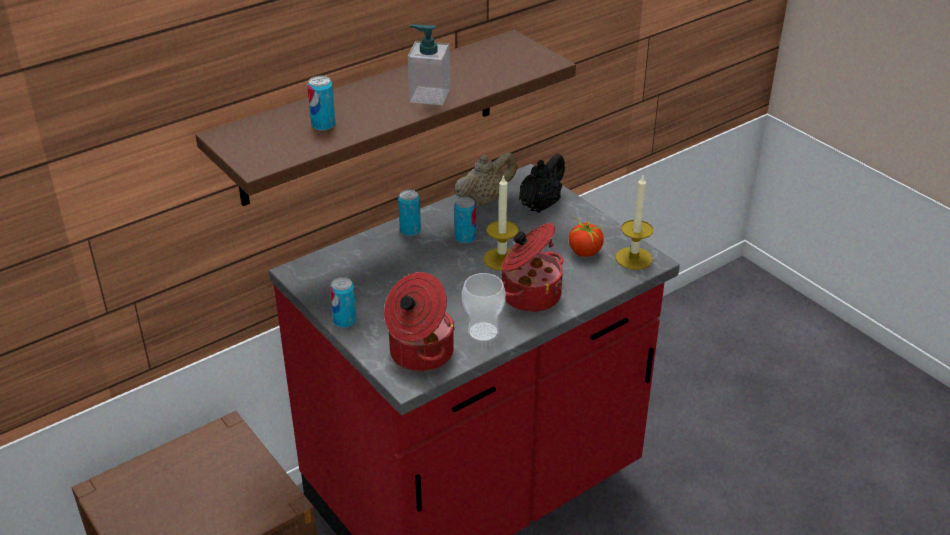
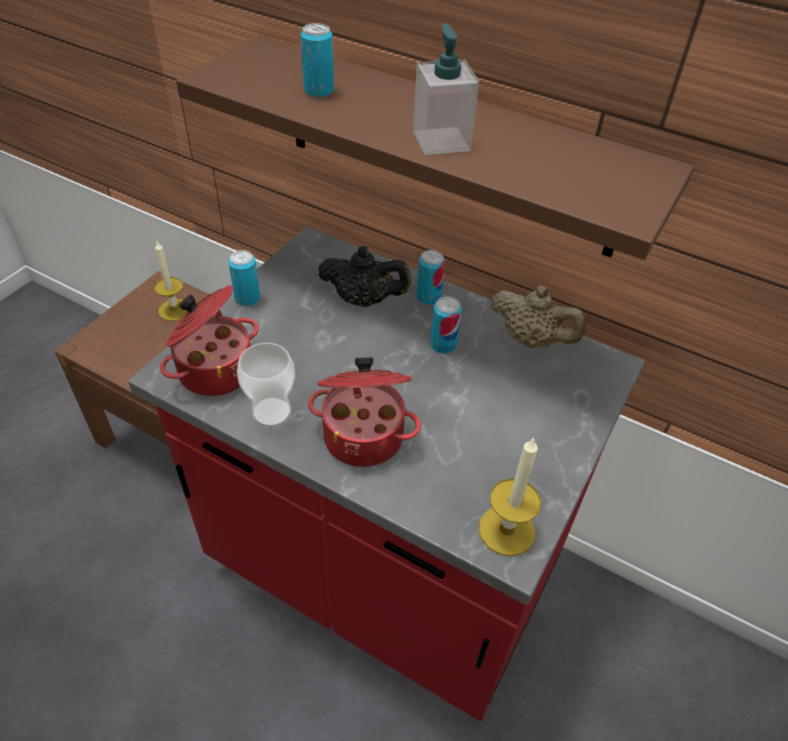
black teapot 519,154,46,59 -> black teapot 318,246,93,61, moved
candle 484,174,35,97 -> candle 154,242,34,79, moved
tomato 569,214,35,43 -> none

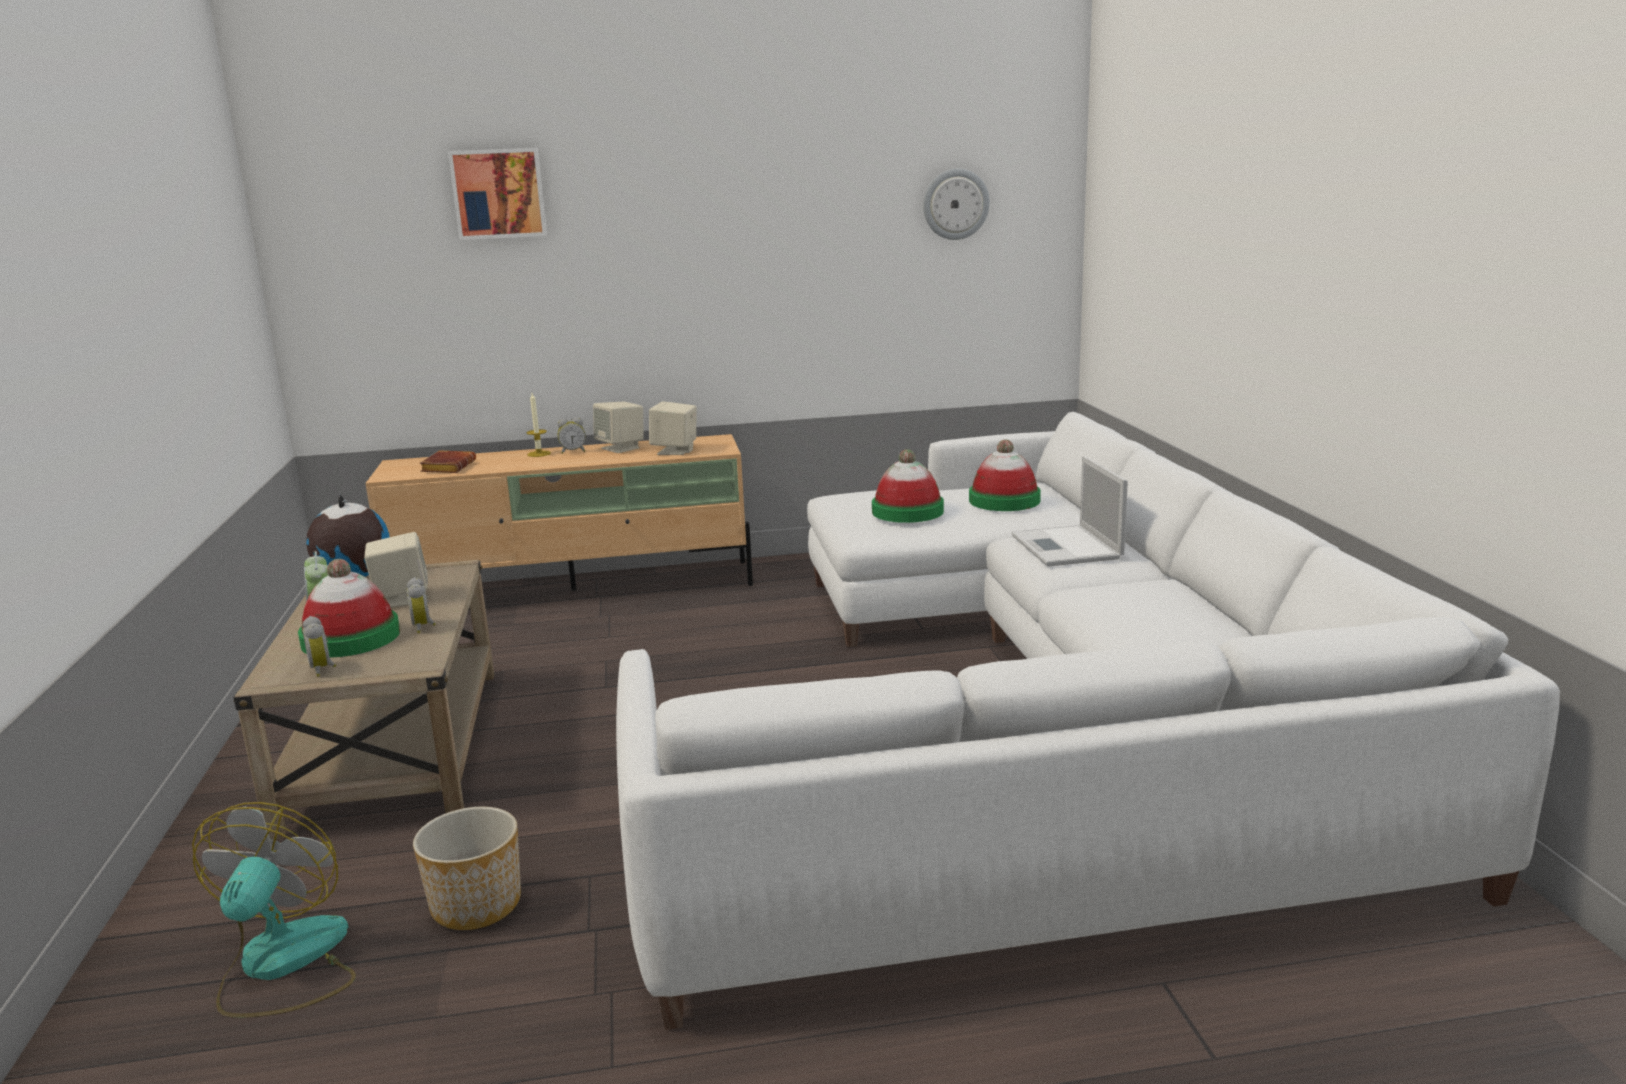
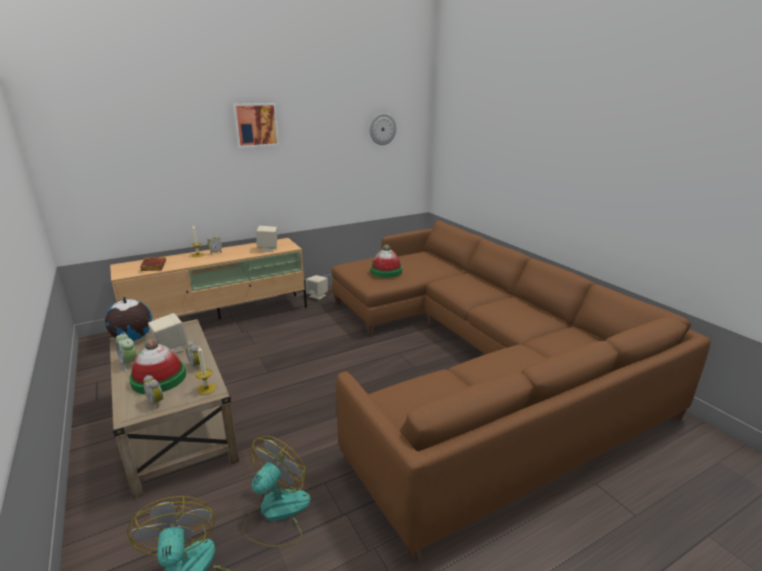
picture 448,148,99,92 -> picture 233,103,46,45, moved
beige speaker 593,402,51,51 -> beige speaker 306,275,22,24, moved
white sofa 616,412,944,618 -> brown sofa 332,220,379,343
hat 969,439,72,72 -> none
laptop 1011,456,117,111 -> none
planter 413,807,108,123 -> fan 243,436,68,111
none -> candle 195,346,21,49

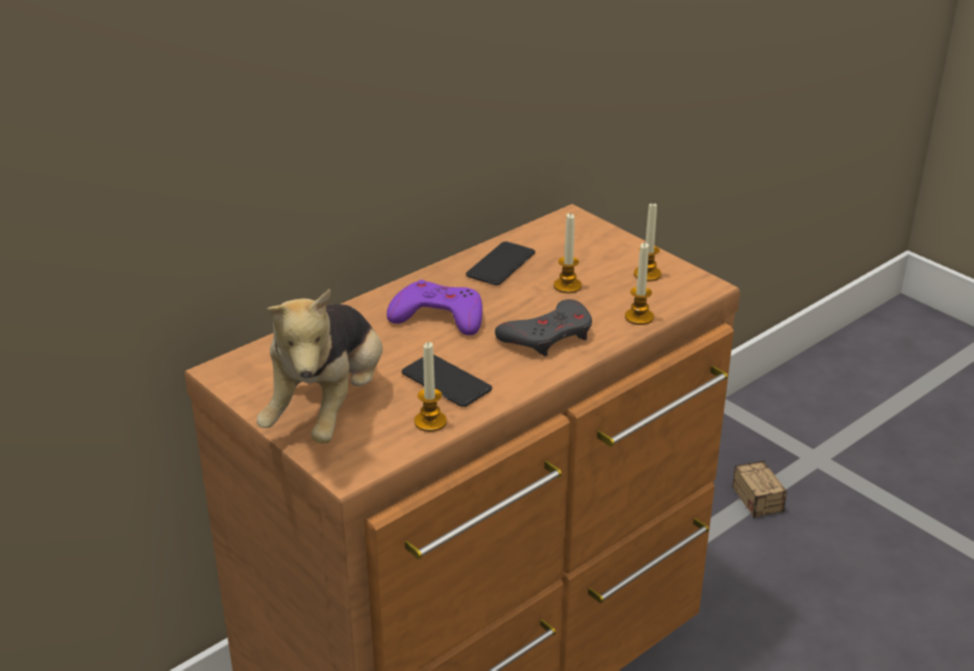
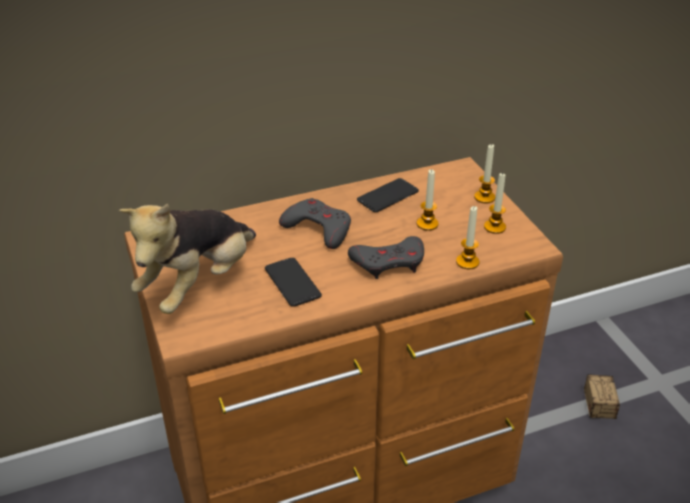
purple game controller 387,280,96,55 -> grey game controller 279,198,72,51
candle 414,342,33,90 -> candle 474,144,21,59, moved

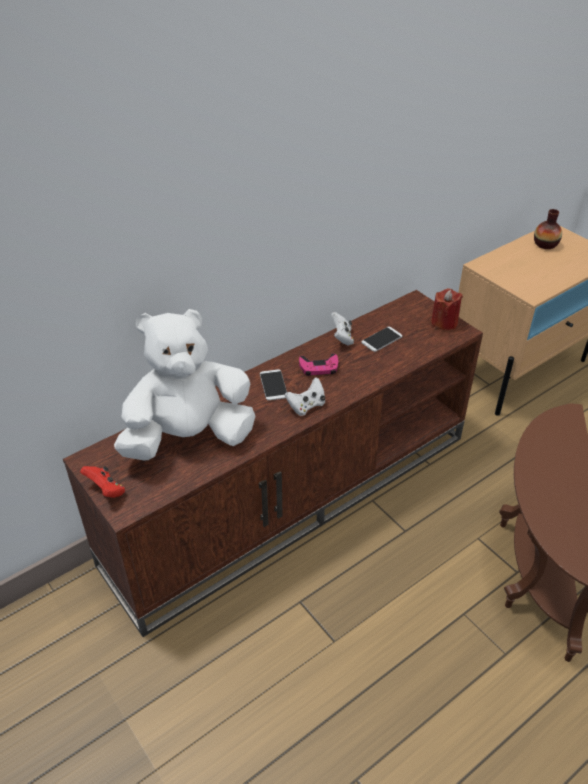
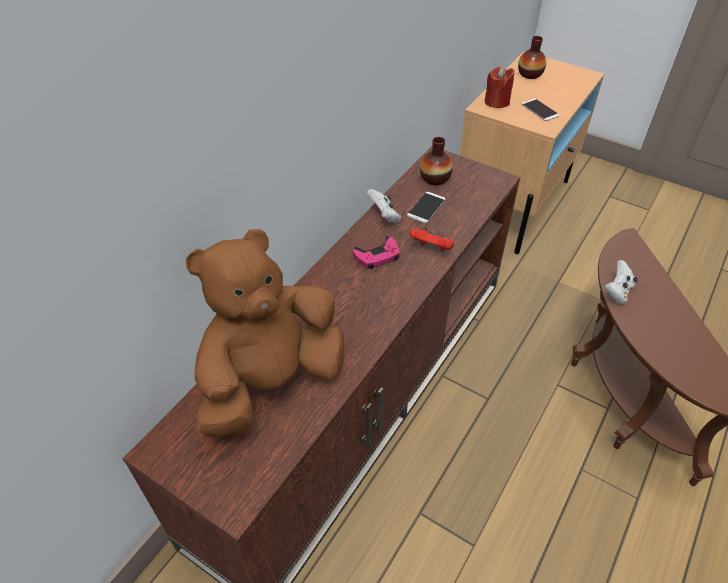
red candle 431,288,32,42 -> red candle 485,66,29,42, moved
white plush toy 114,309,141,152 -> brown plush toy 186,229,158,208
phone 260,369,27,32 -> phone 521,98,38,23, moved
white game controller 285,377,40,39 -> white game controller 605,260,33,44, moved
red game controller 80,466,45,32 -> red game controller 409,227,45,25, moved
none -> vase 420,137,33,48

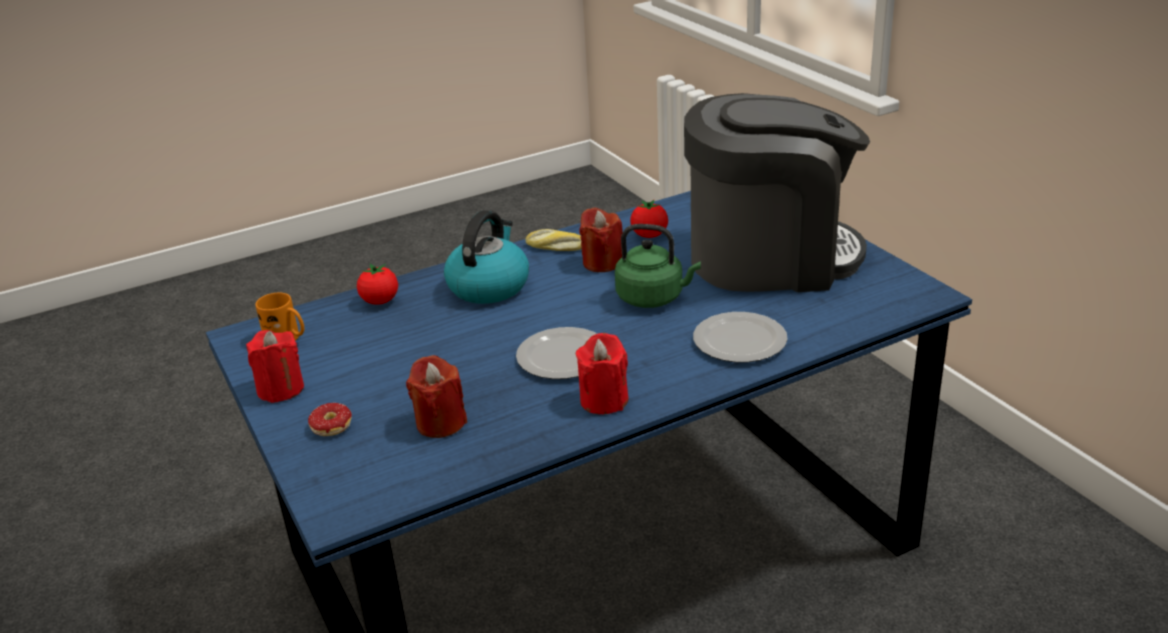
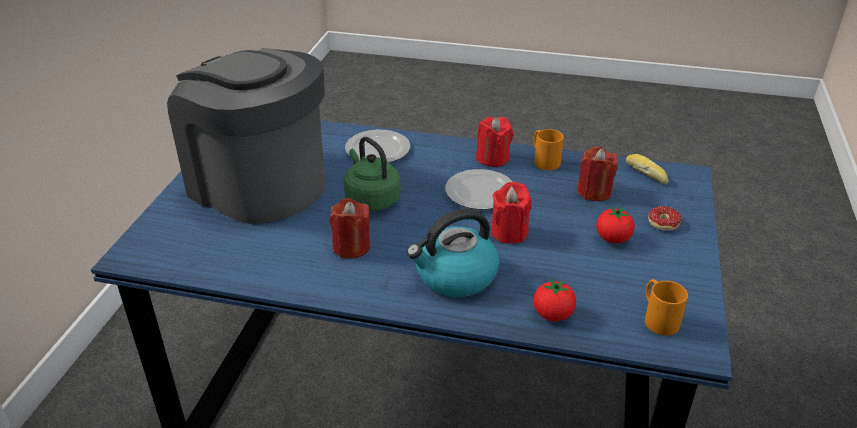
tomato 630,200,38,38 -> tomato 596,206,39,38, moved
bread 525,229,57,22 -> bread 626,154,43,31, moved
red candle 246,330,58,73 -> red candle 491,182,41,62, moved
none -> orange mug 534,129,30,41

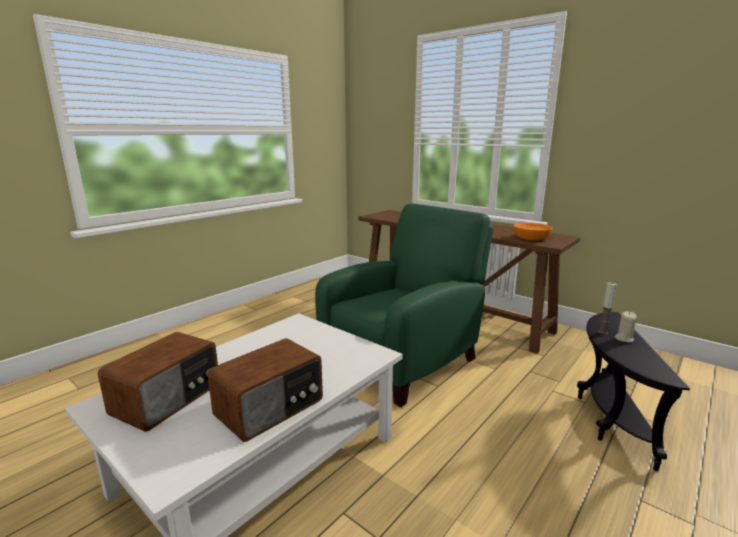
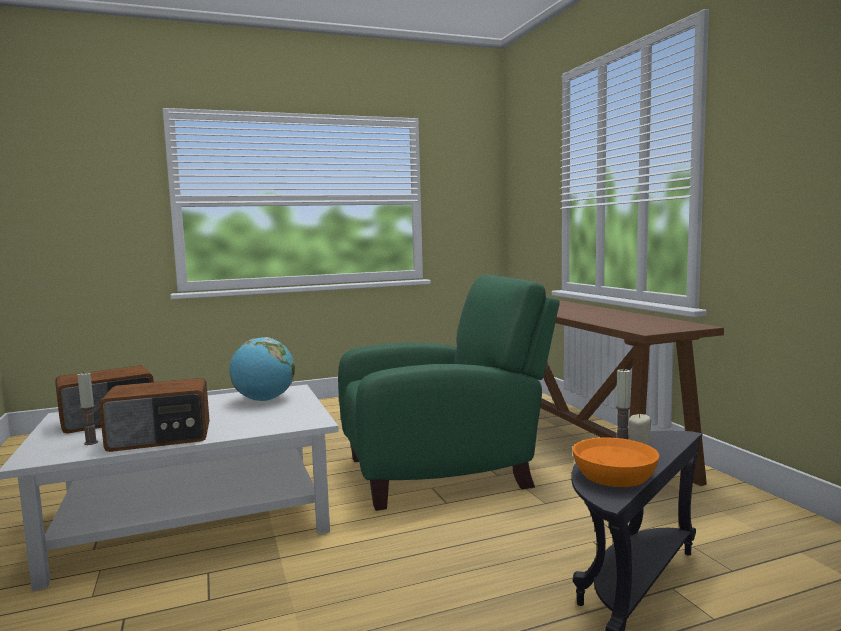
orange bowl 514,223,39,17 -> orange bowl 572,437,87,50, moved
none -> globe 230,337,65,64
none -> candle 77,373,21,72

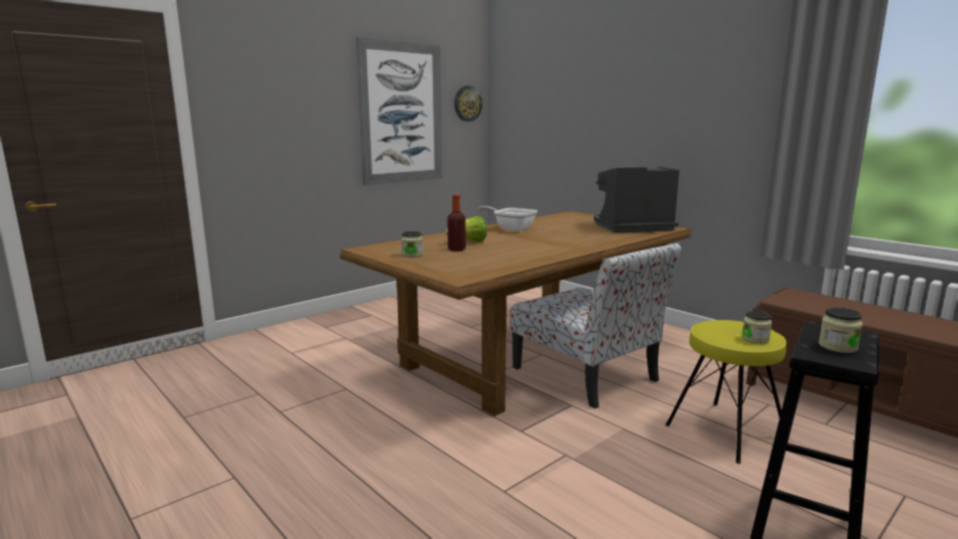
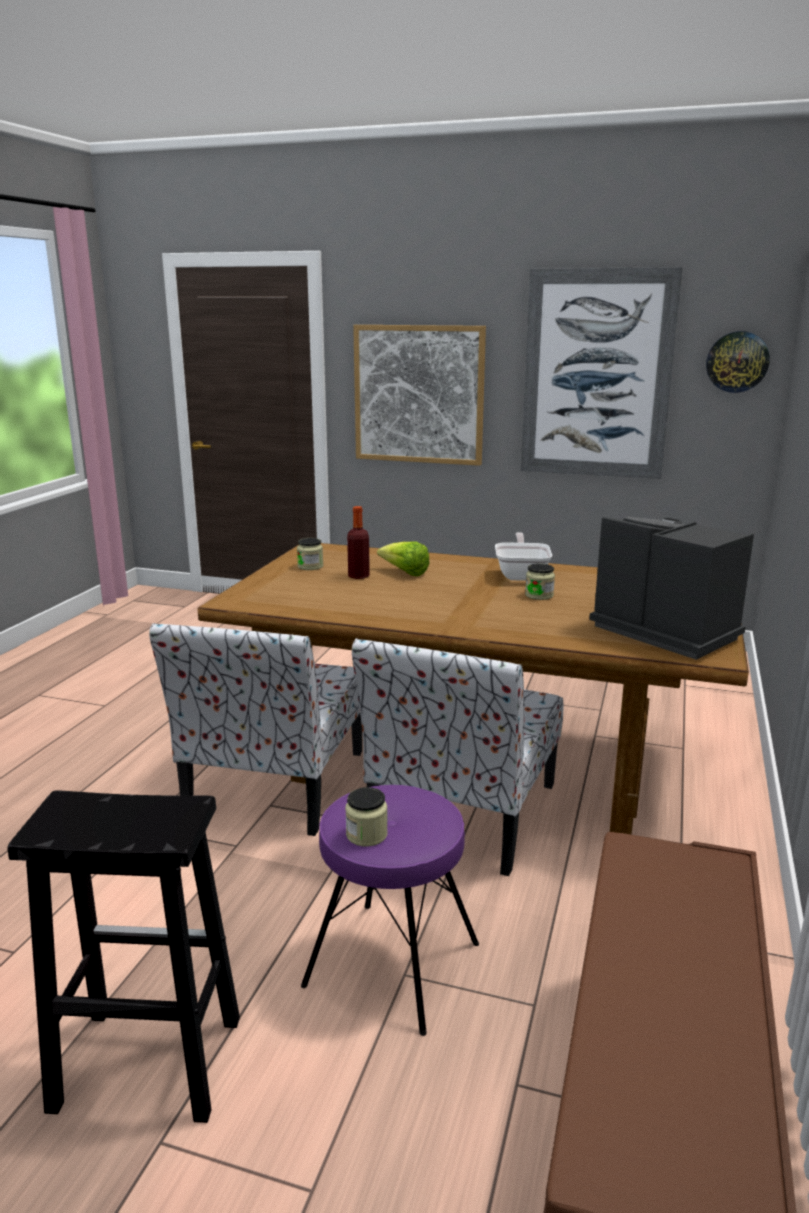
jar 818,307,45,46 -> jar 525,563,30,37, moved
yellow stool 666,320,121,144 -> purple stool 301,785,178,251
none -> picture 353,325,133,141
none -> chair 149,623,213,213

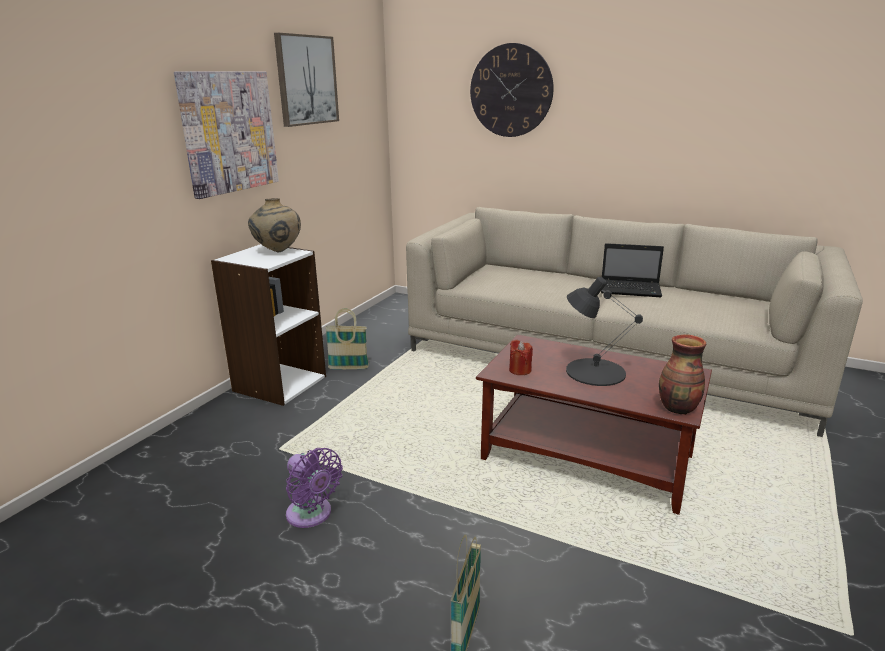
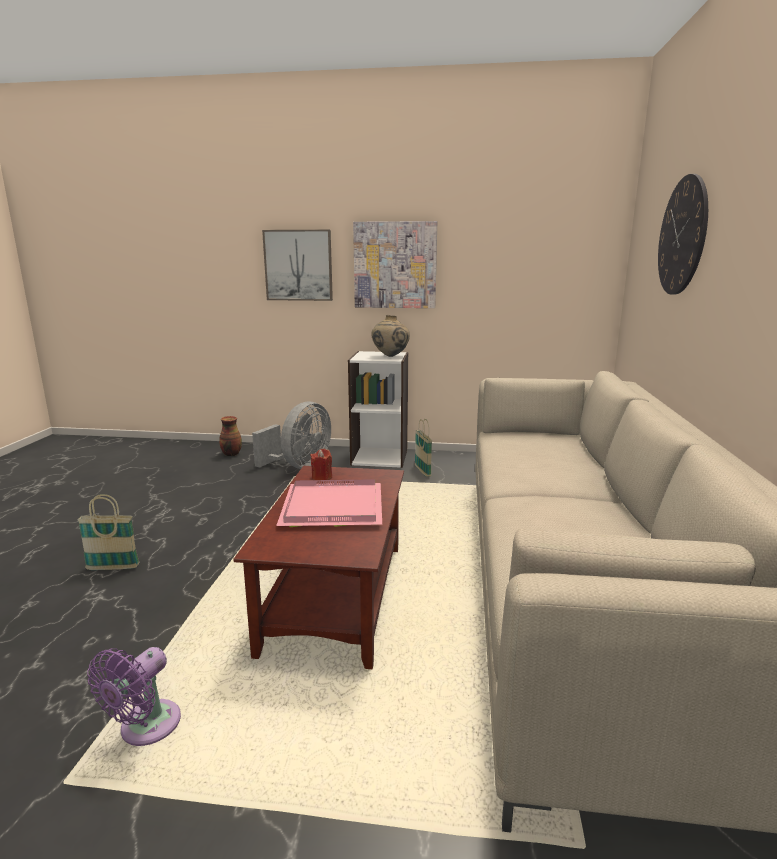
picture 274,33,65,94 -> picture 262,230,71,71, moved
laptop 601,243,63,54 -> none
black table lamp 566,277,77,109 -> pink tray 276,479,106,48
vase 659,334,47,81 -> vase 219,416,23,40, moved
purple fan 286,448,57,80 -> purple fan 87,647,94,99, moved
none -> grey fan 252,402,79,67

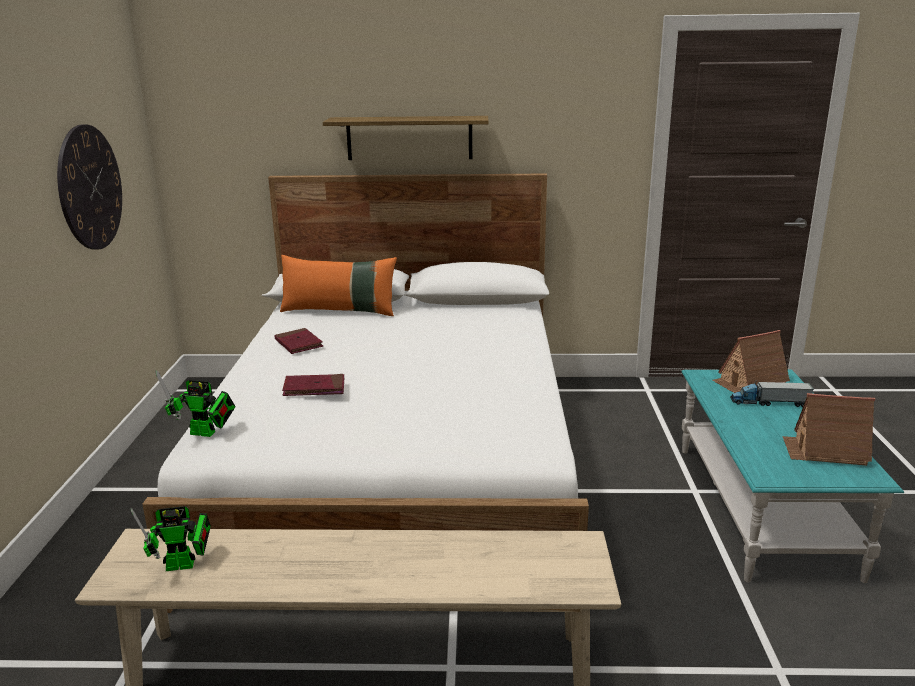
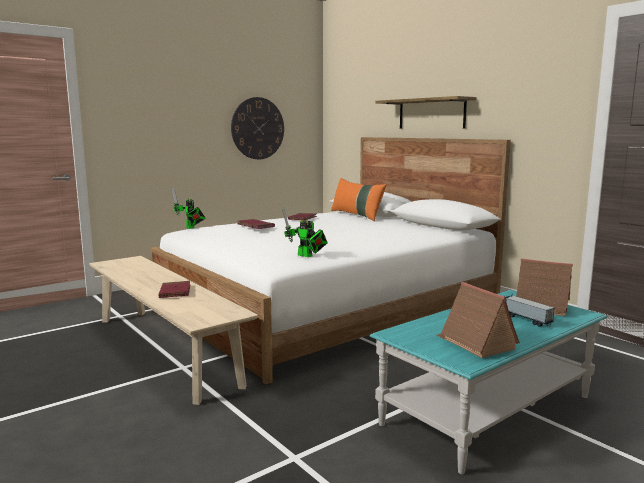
toy robot 130,506,81,65 -> toy robot 282,207,46,50, moved
none -> red book 159,281,32,17

